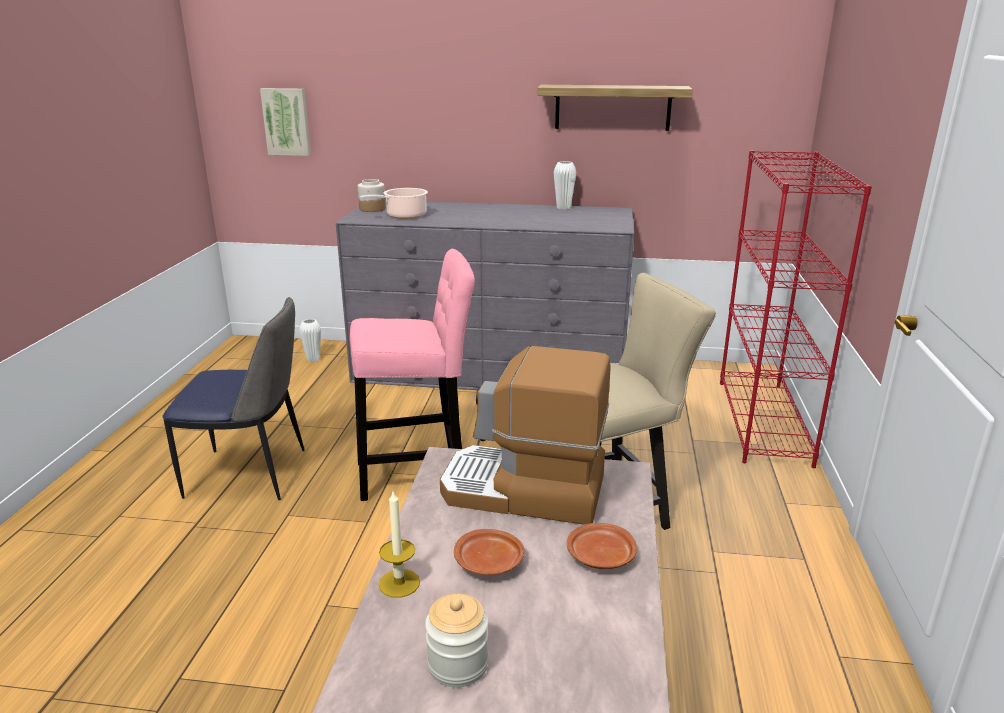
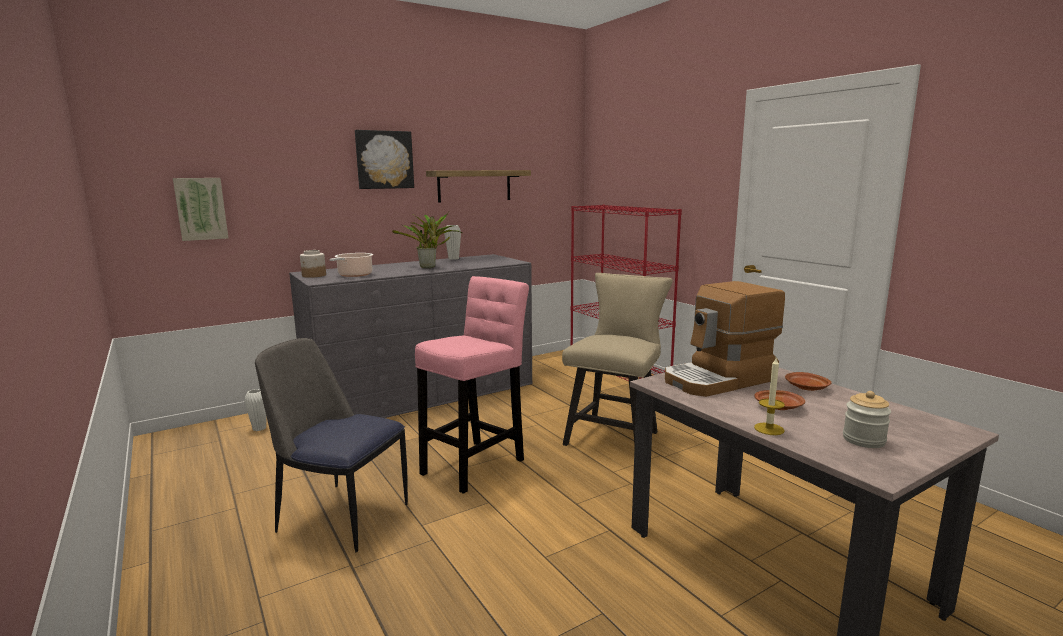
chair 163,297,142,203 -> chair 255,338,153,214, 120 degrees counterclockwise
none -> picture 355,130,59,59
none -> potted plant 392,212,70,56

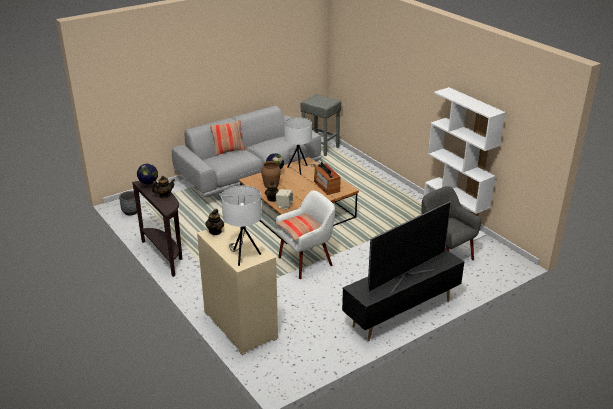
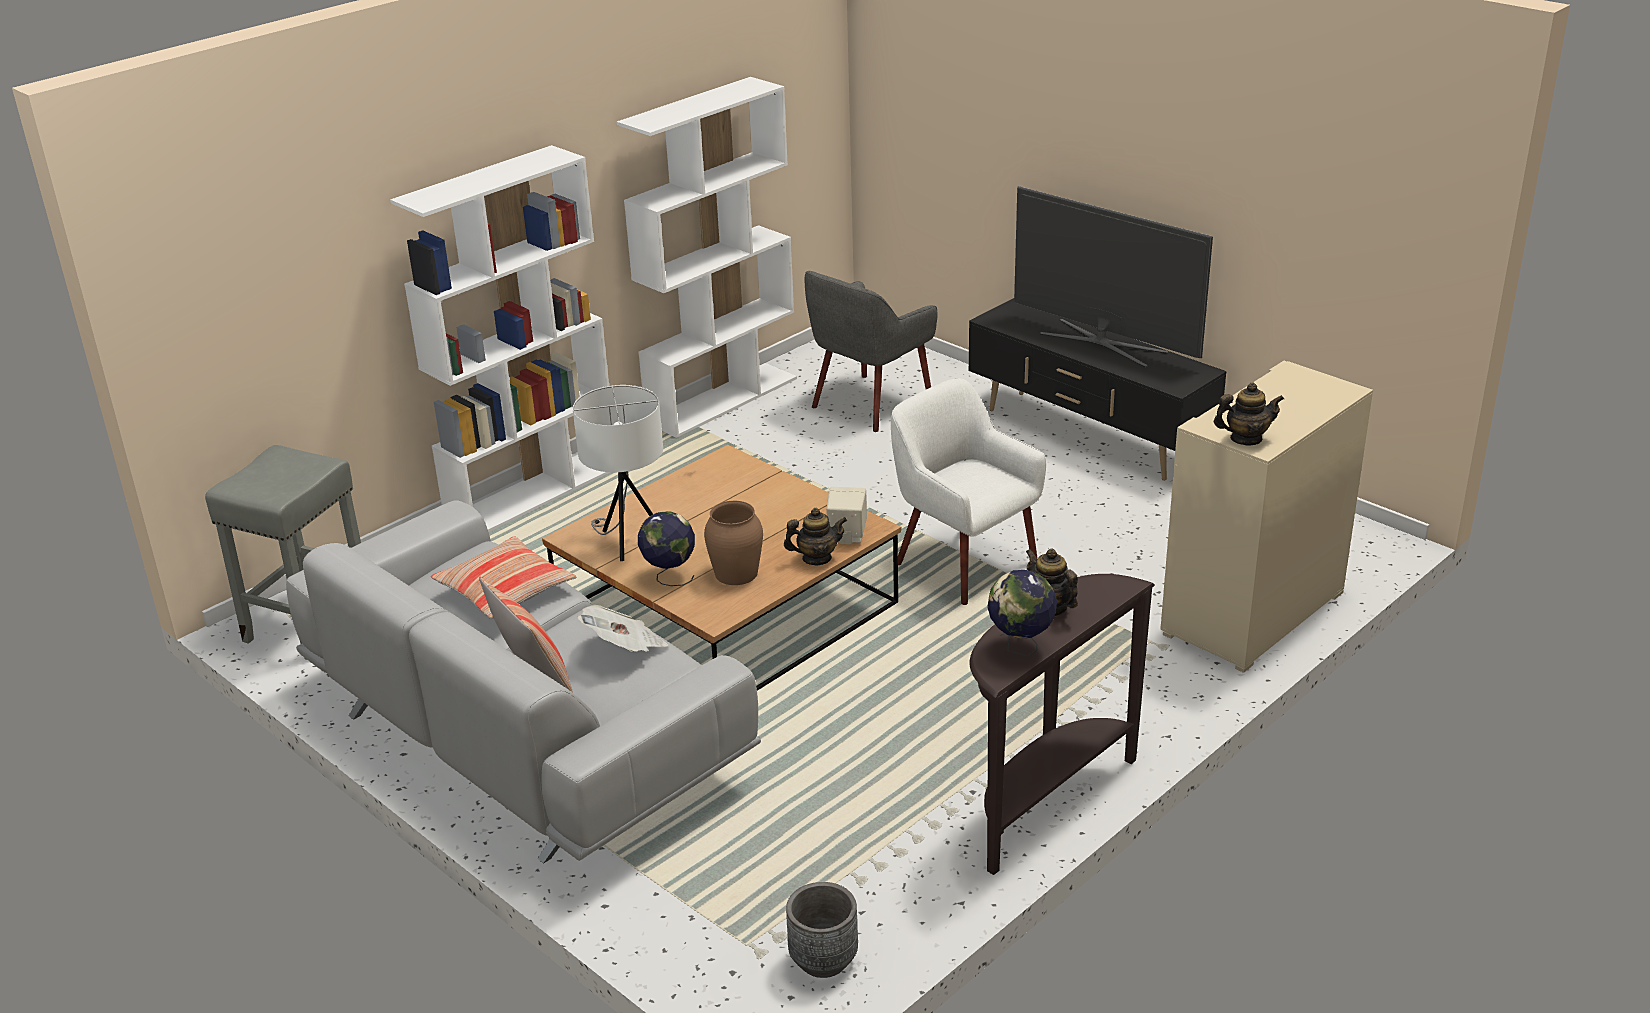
radio 313,162,28,33 -> none
white table lamp 221,185,41,81 -> none
pillow 276,214,45,26 -> pillow 431,537,146,82, moved
none -> white bookcase 390,145,220,387
none -> newspaper 577,605,91,47

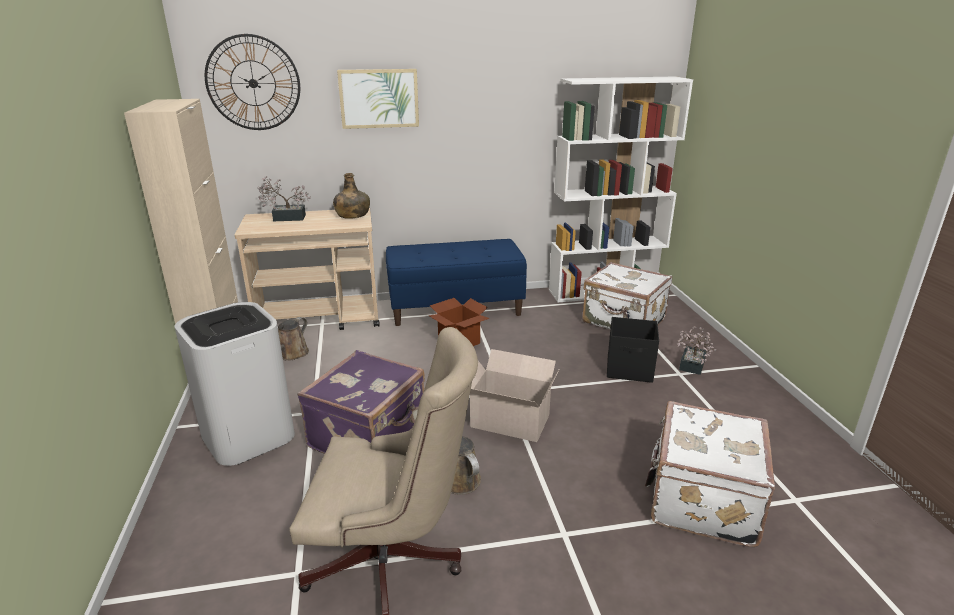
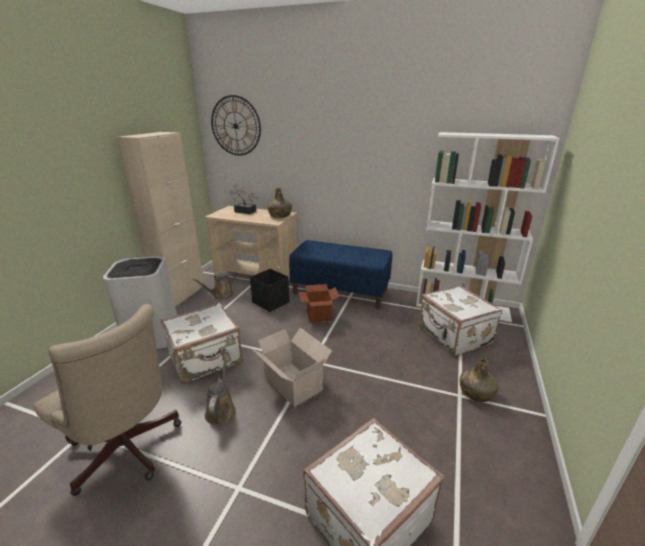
picture 337,69,82,60 -> none
black storage box 607,317,52,66 -> black storage box 250,269,39,43, moved
potted plant 677,327,40,48 -> green bottle 460,358,39,44
purple suitcase 297,350,128,104 -> white suitcase 161,303,82,81

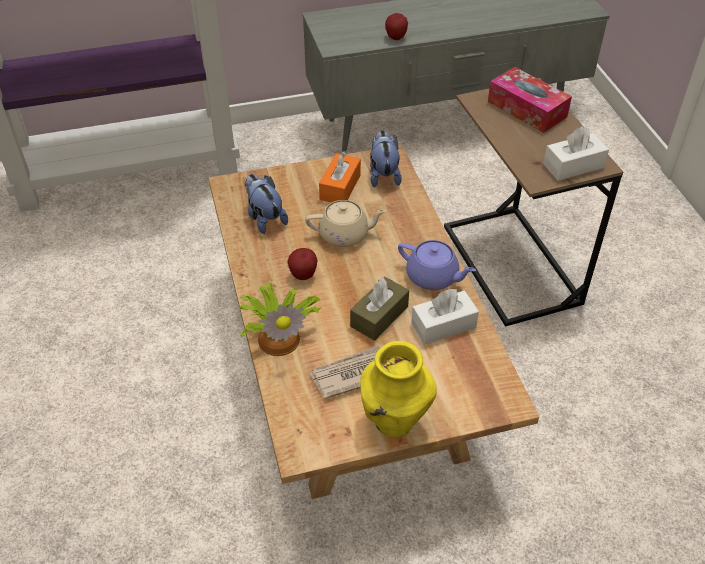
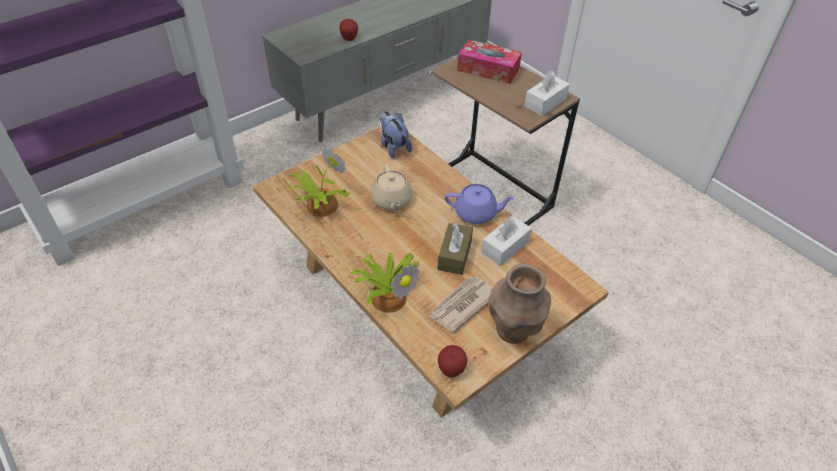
orange tissue box 319,151,42,52 -> none
plush toy 245,174,43,60 -> potted plant 289,148,61,69
beige teapot 305,200,82,47 -> beige teapot 371,164,42,46, 105 degrees clockwise
apple 287,248,30,32 -> apple 438,345,29,32, moved
yellow vase 360,341,77,97 -> brown vase 488,264,63,80

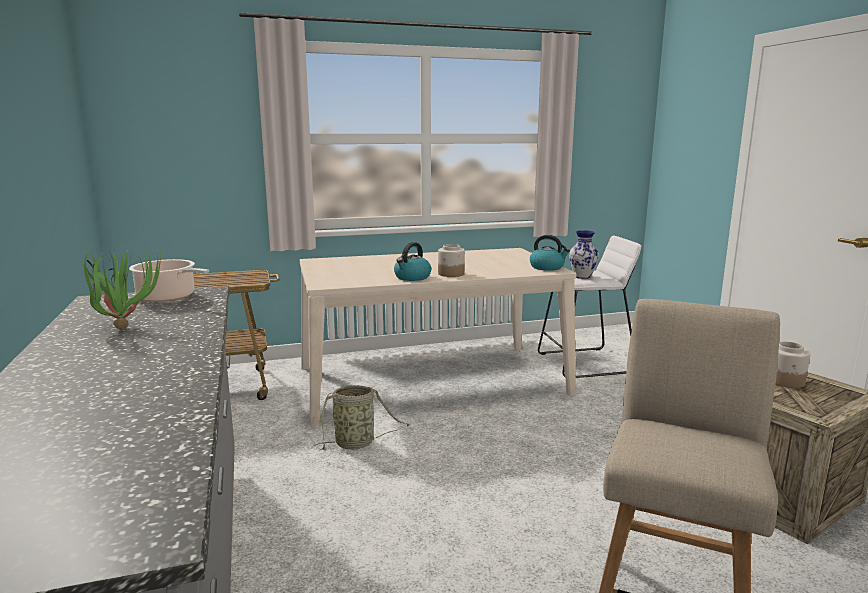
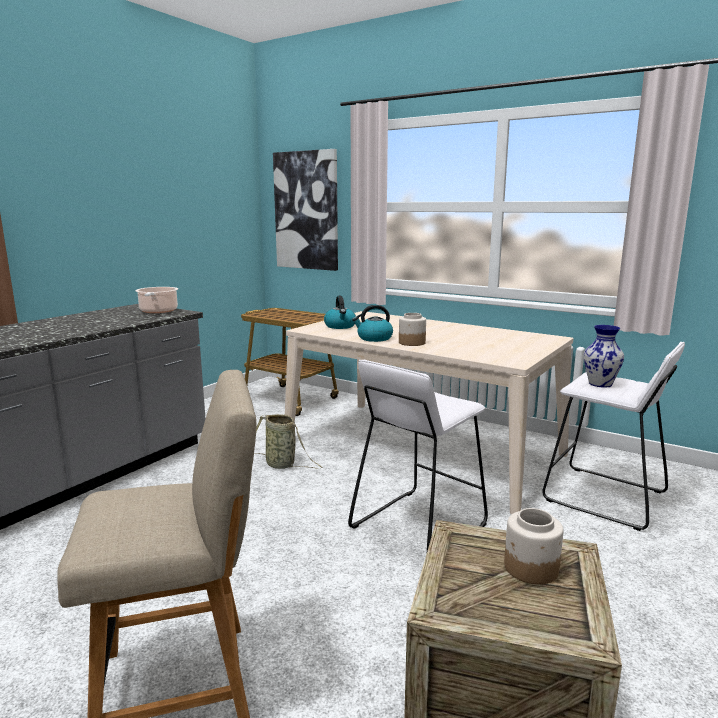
kettle 530,235,40,36 -> kettle 324,296,32,33, moved
potted plant 79,246,82,84 -> none
none -> picture 273,149,65,122
none -> white stool 348,360,140,191

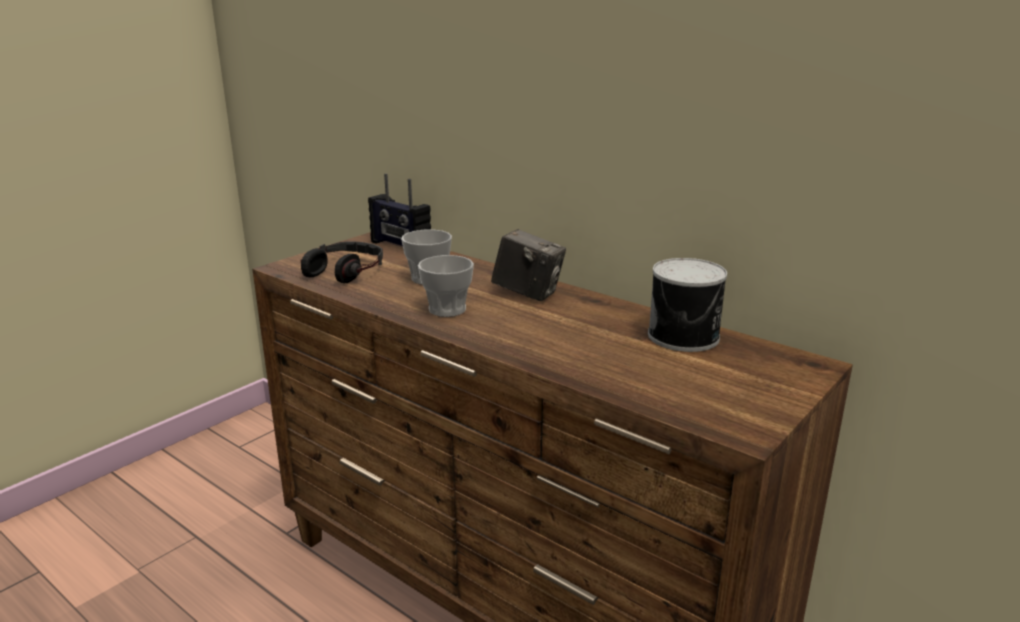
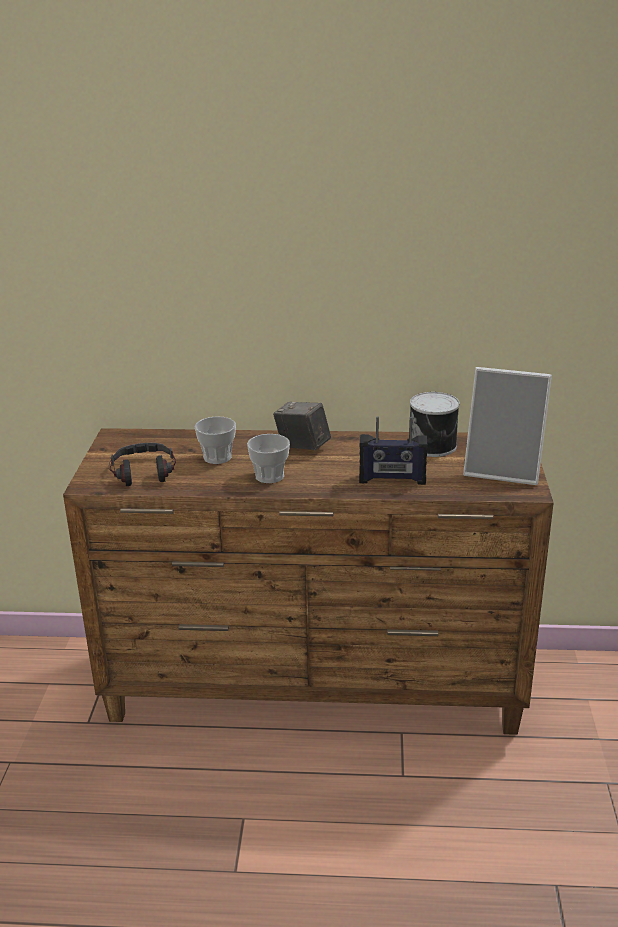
radio 368,174,63,72 -> radio 359,416,69,69, moved
photo camera 491,229,75,72 -> photo camera 273,402,58,48, 135 degrees counterclockwise
none -> picture frame 463,367,89,118

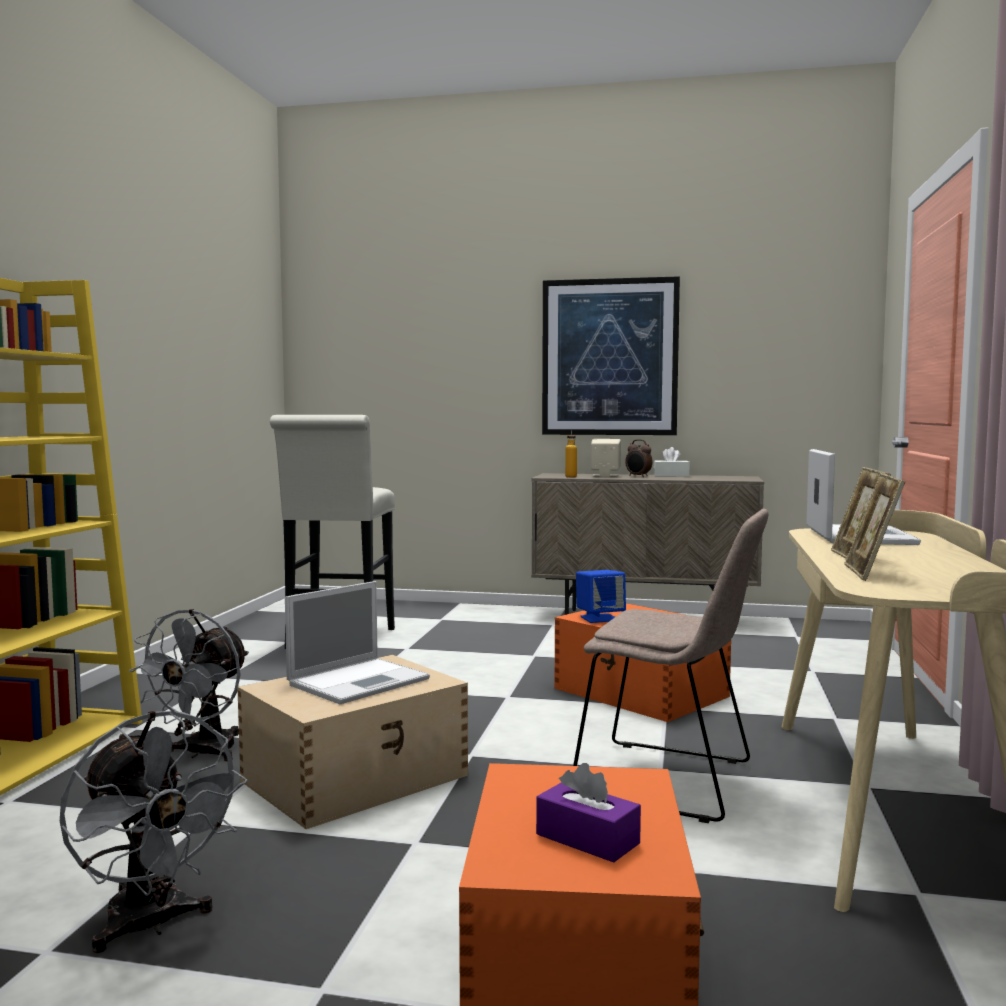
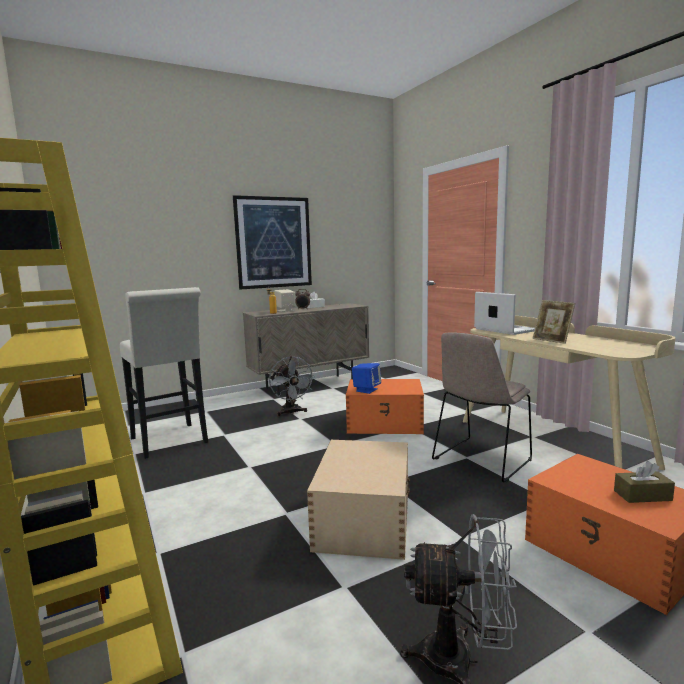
picture frame 844,473,61,108 -> none
beige chair 573,509,195,314 -> beige chair 432,333,100,150, 150 degrees clockwise
laptop 285,581,145,123 -> none
grey fan 129,609,120,152 -> grey fan 269,356,46,60, moved
purple tissue box 536,763,105,100 -> brown tissue box 614,461,61,42

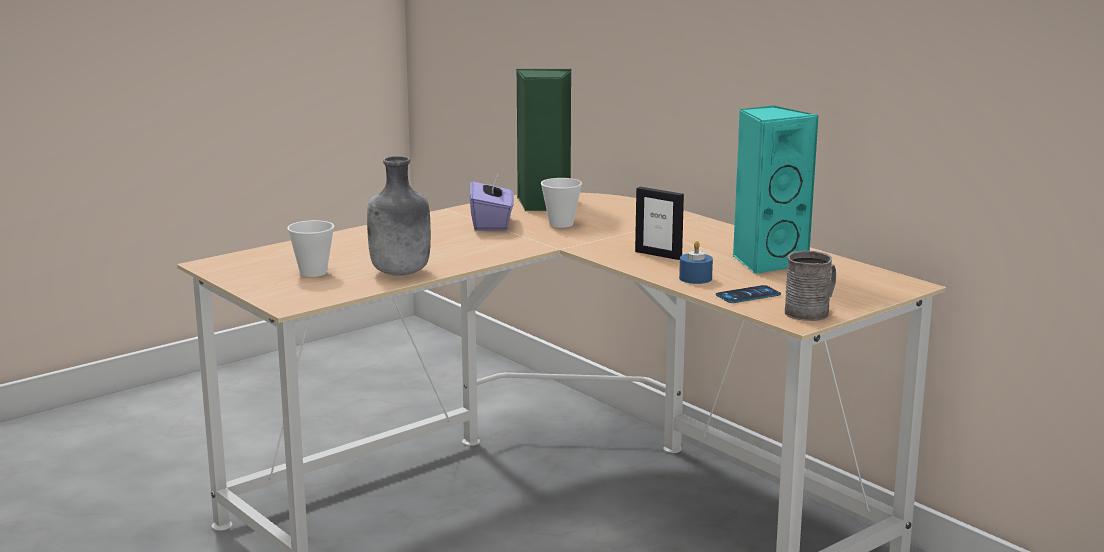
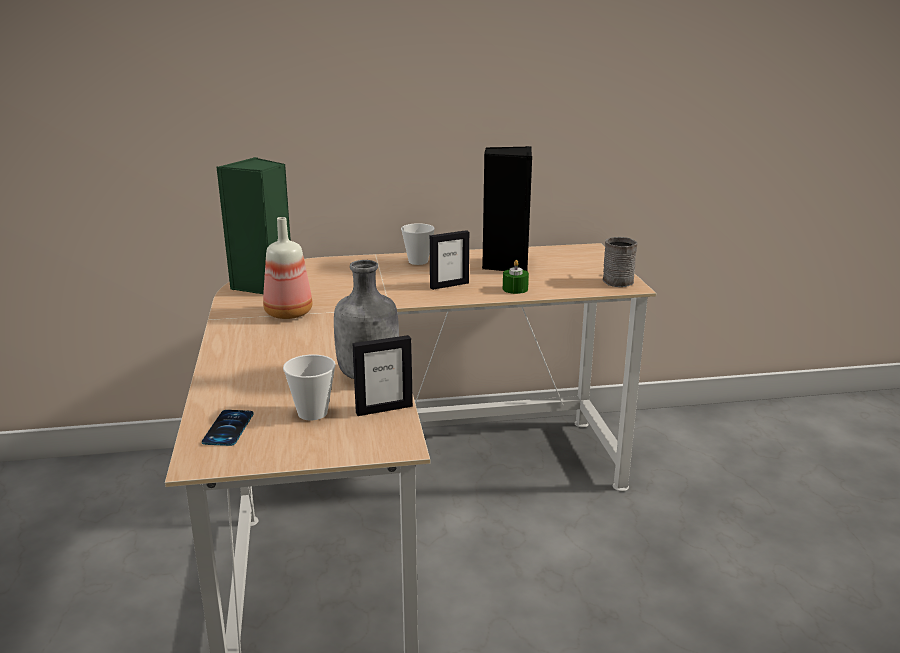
turquoise speaker 733,105,86,169 -> black speaker 482,146,50,125
purple tissue box 469,172,45,59 -> bottle 263,217,49,102
cup 541,178,41,50 -> cup 401,223,34,42, moved
blue candle 679,241,34,43 -> green candle 503,260,26,34
phone 716,285,65,18 -> phone 202,410,52,36, moved
none -> picture frame 352,335,61,81

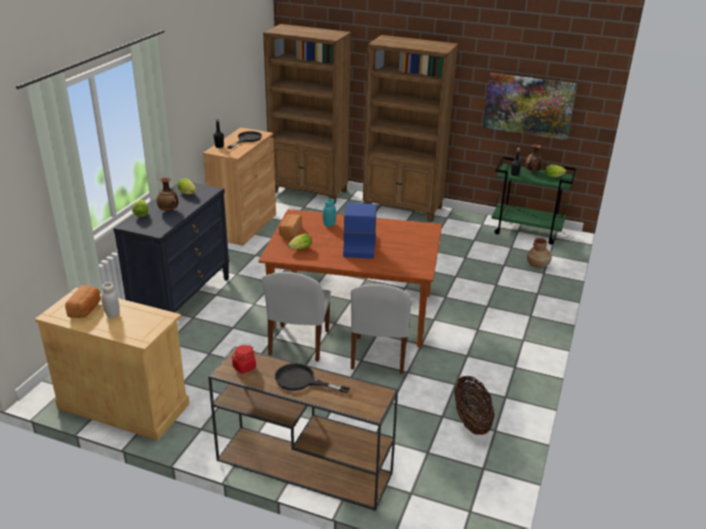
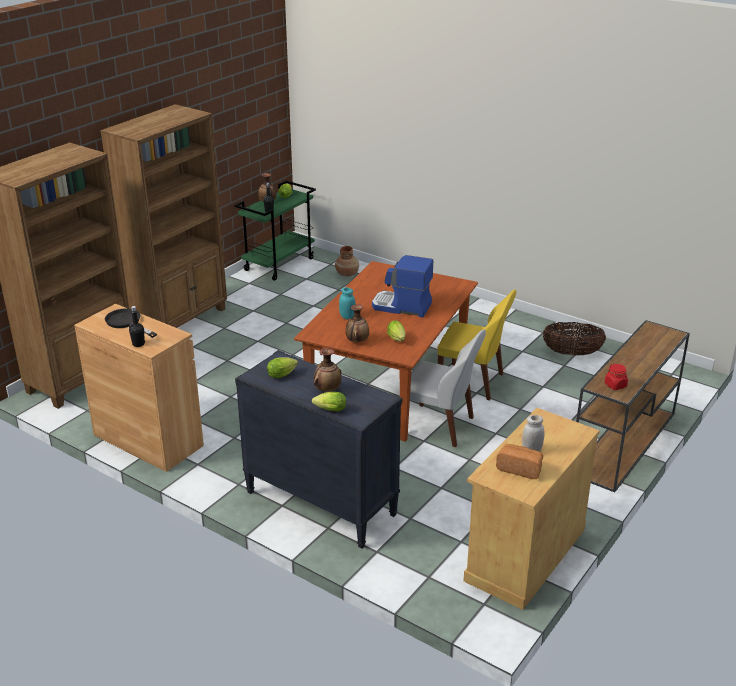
picture 483,73,94,67 -> none
bread 279,214,23,25 -> vase 346,304,23,38
white chair 351,284,60,90 -> yellow chair 437,290,79,110
black frying pan 275,363,75,30 -> none

